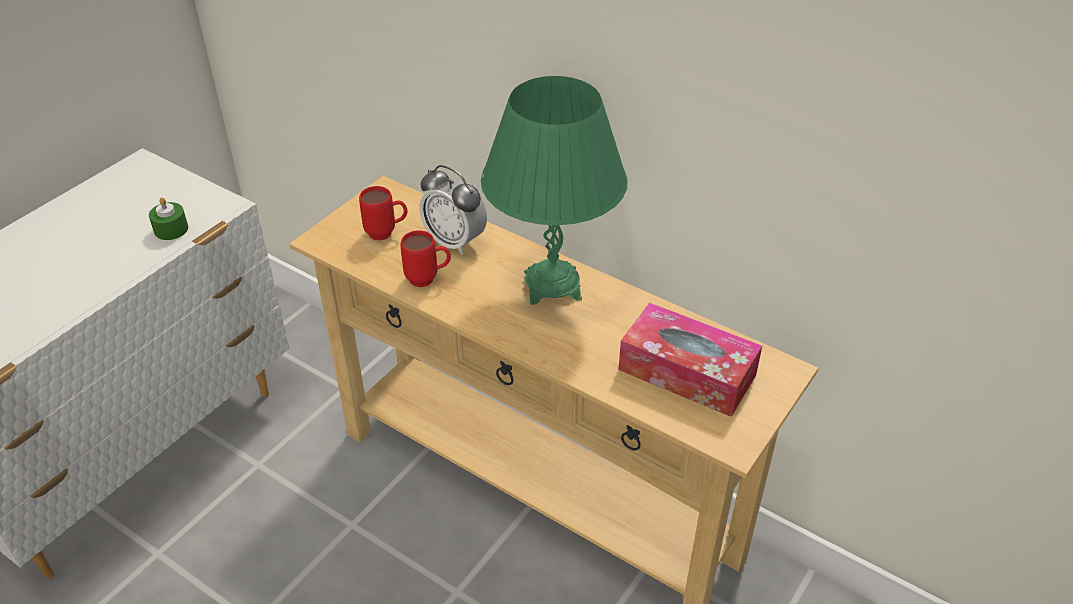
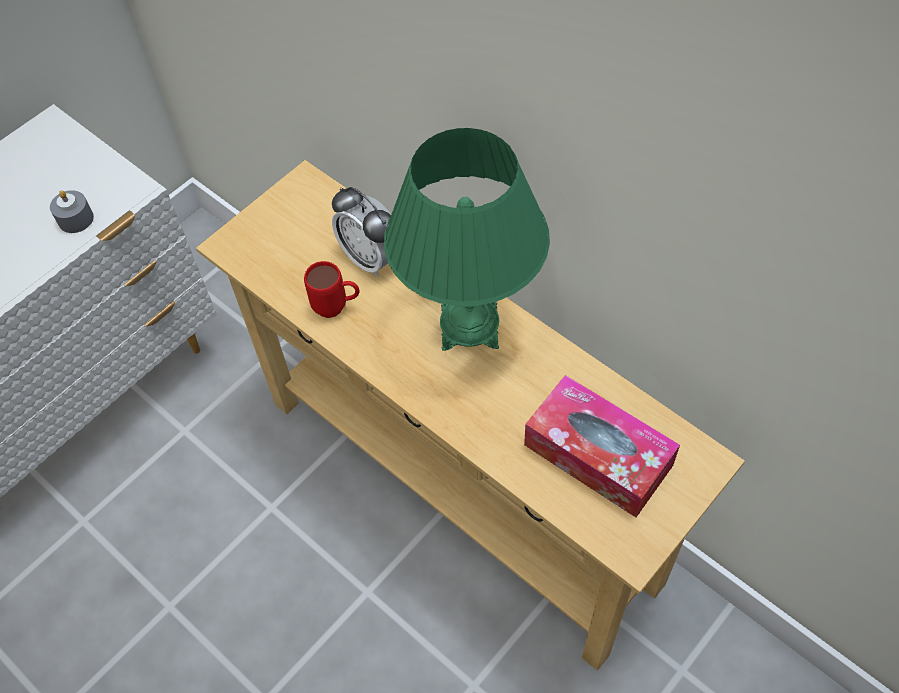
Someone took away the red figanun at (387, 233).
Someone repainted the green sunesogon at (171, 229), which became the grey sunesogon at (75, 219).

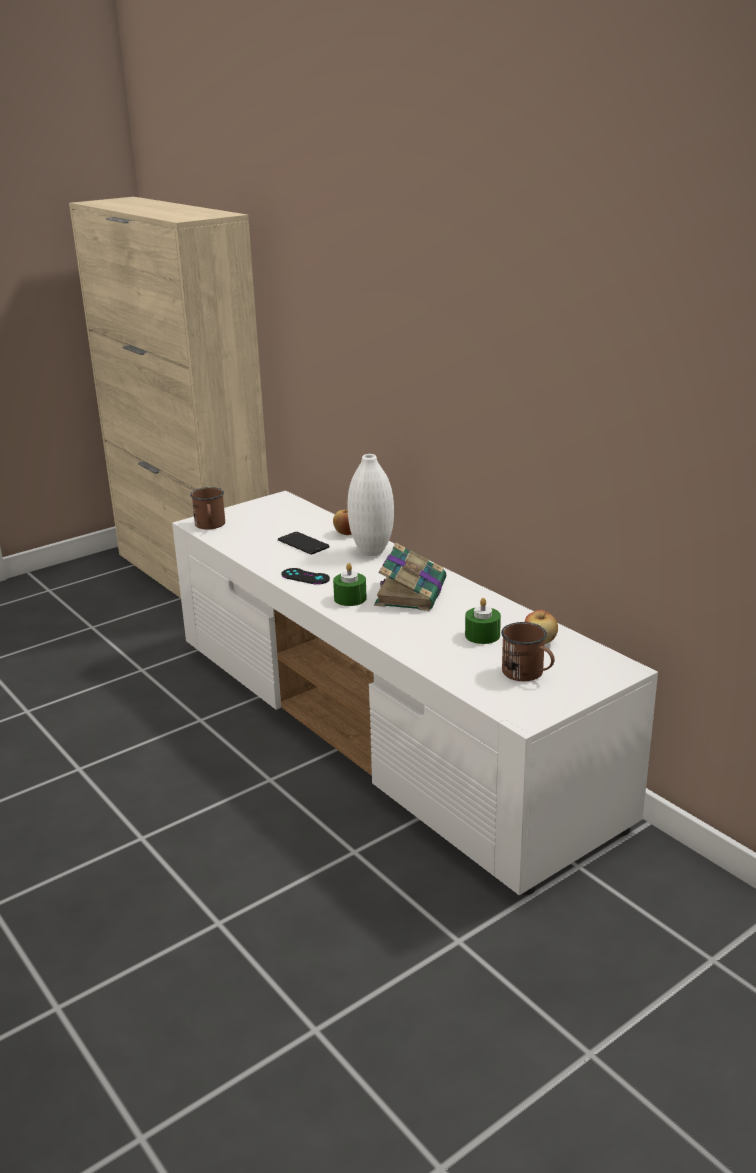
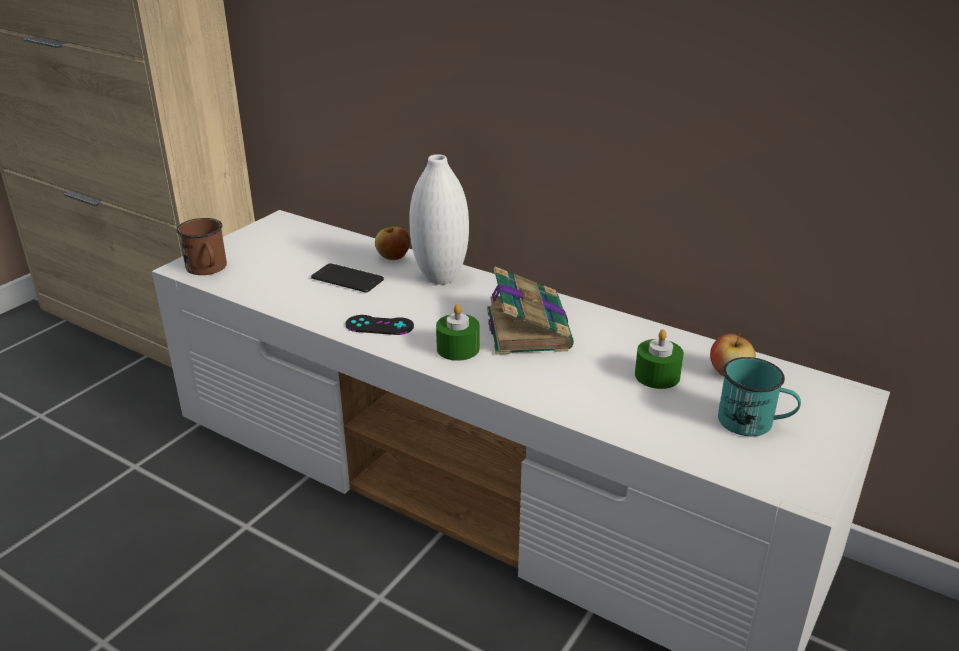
Someone repainted the brown figanun at (528, 674), which became the turquoise figanun at (754, 423).

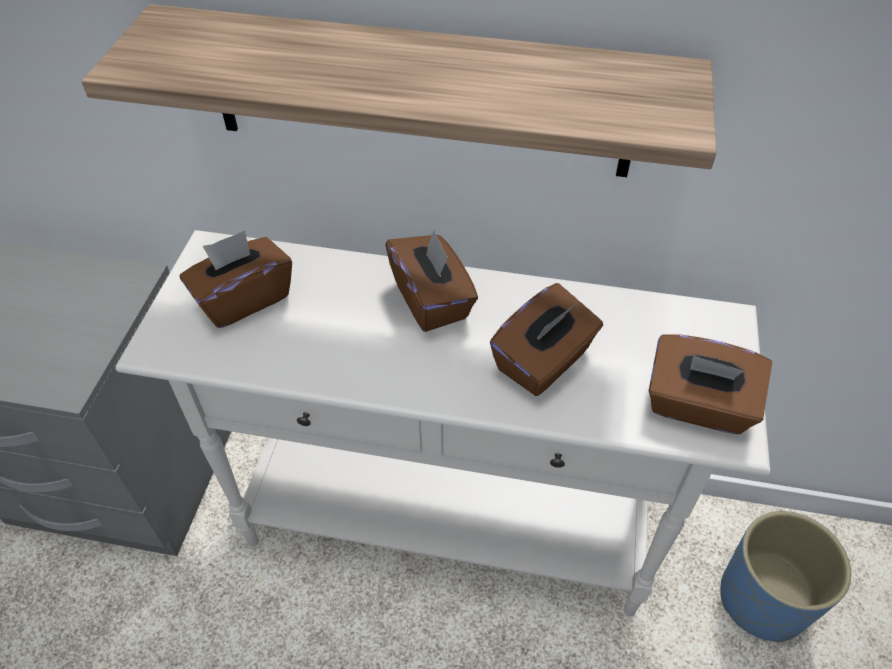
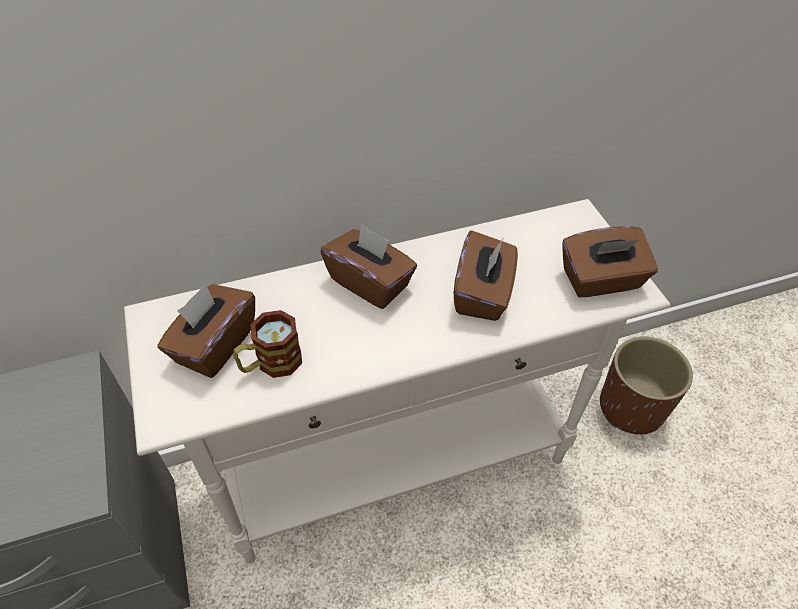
Someone took away the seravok at (419, 94).
Someone repainted the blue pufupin at (764, 599), which became the brown pufupin at (631, 407).
Someone put down the figanun at (271, 363).

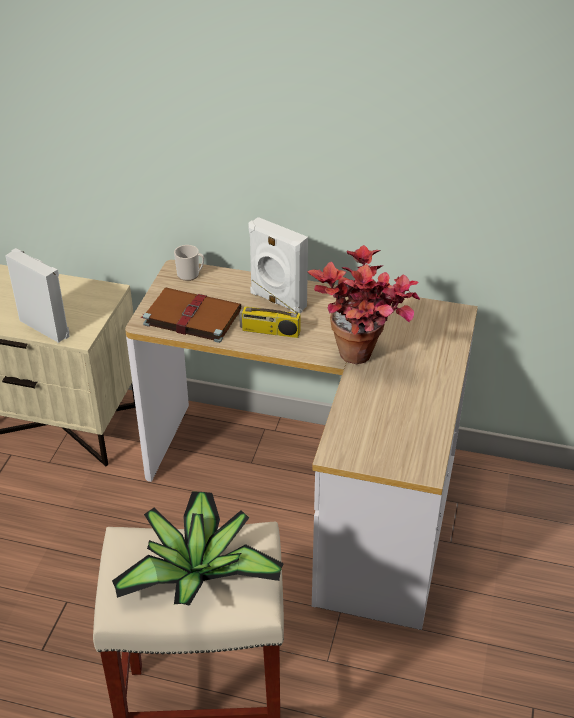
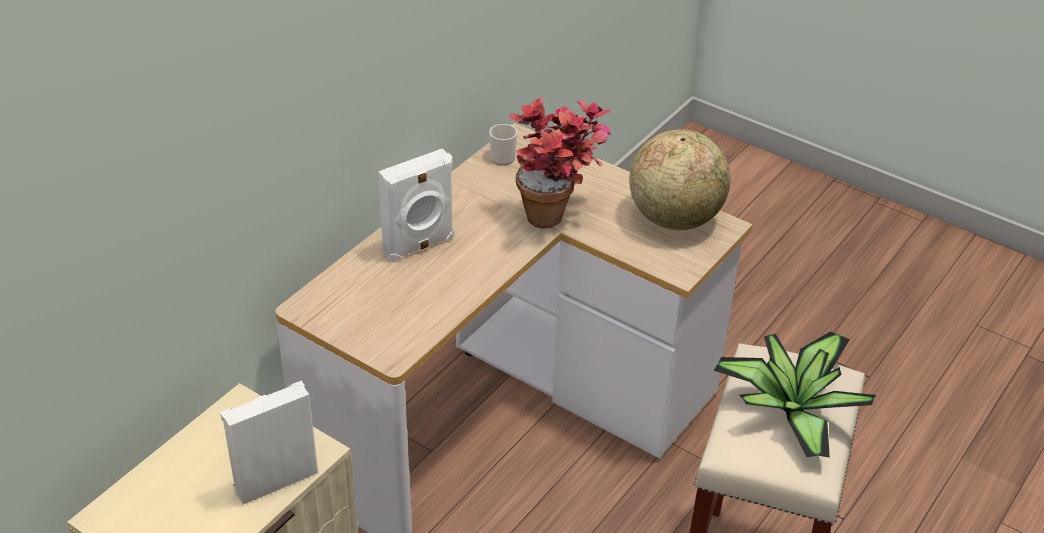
Someone carried the figanun from (190, 274) to (504, 156).
Someone took away the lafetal at (269, 331).
Someone took away the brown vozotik at (190, 317).
Someone put down the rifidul at (675, 218).

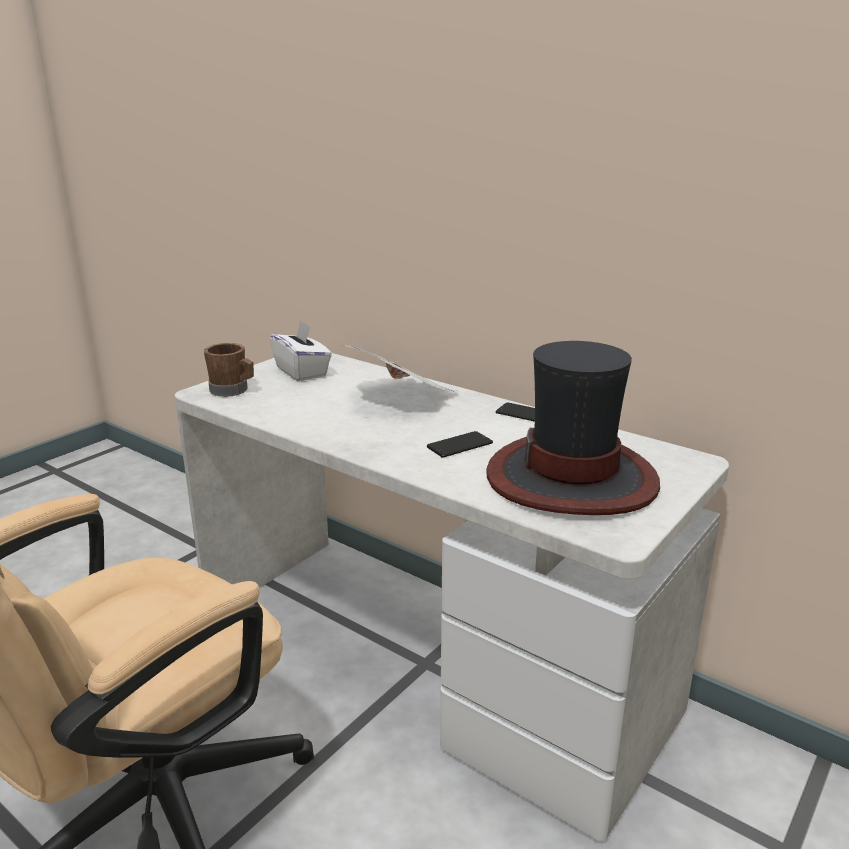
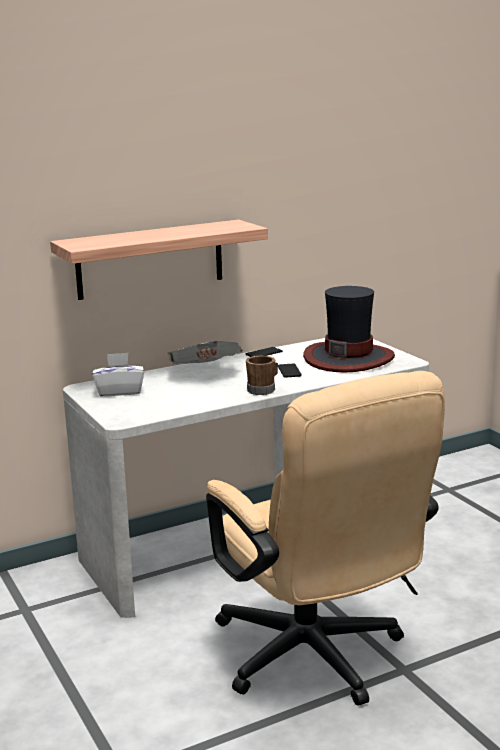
Someone carried the brown figanun from (232, 390) to (263, 389).
Someone put up the seravok at (150, 259).

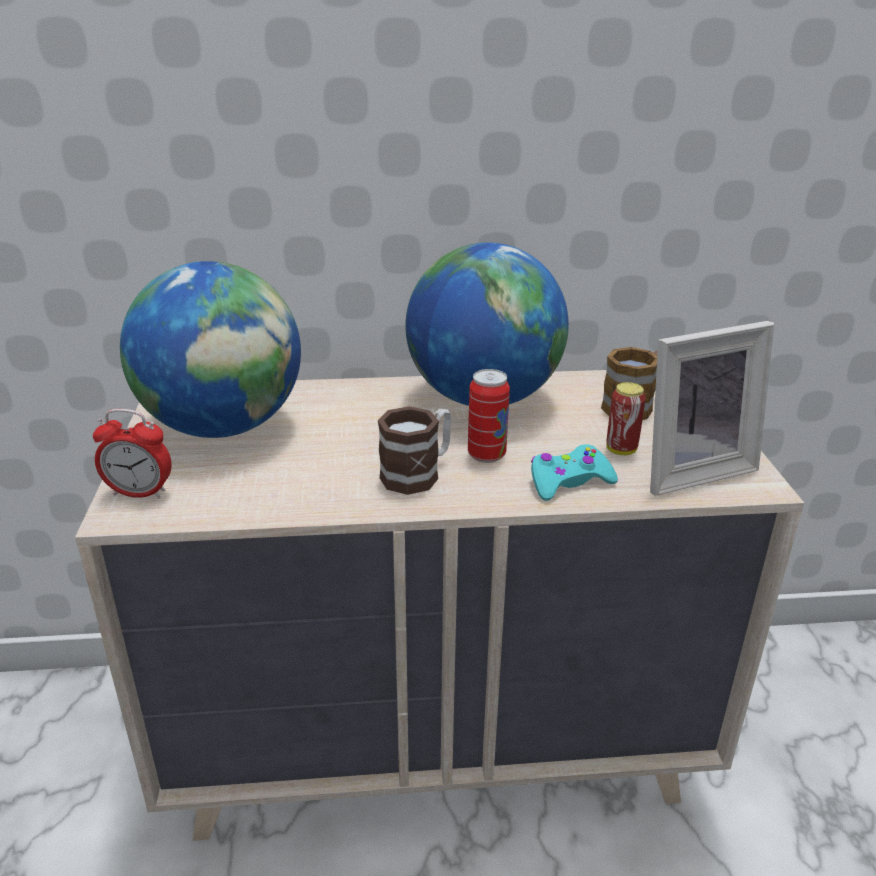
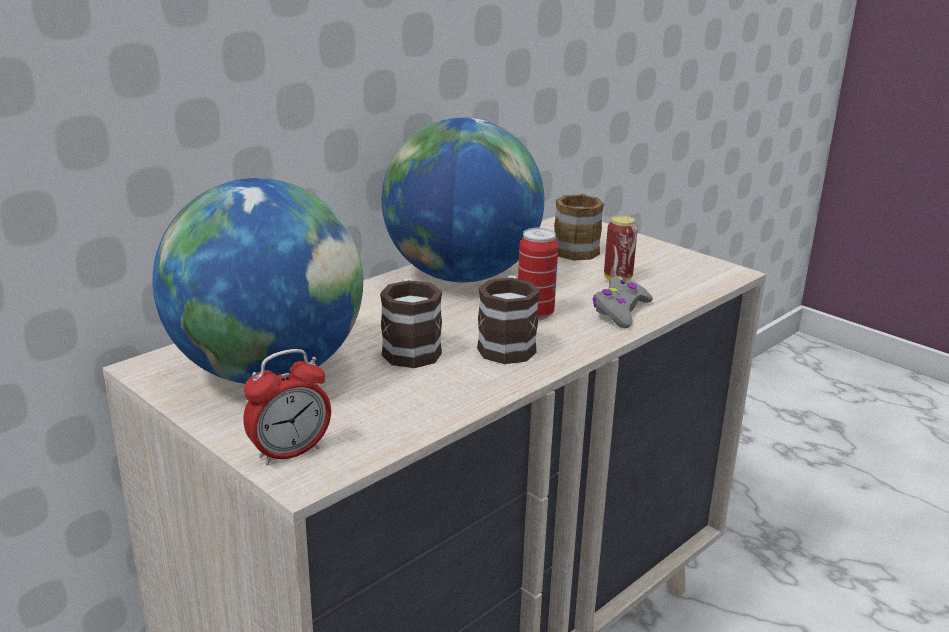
Someone took away the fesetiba at (690, 470).
Someone repainted the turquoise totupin at (569, 482), which became the grey totupin at (620, 311).
Someone put down the figanun at (410, 347).

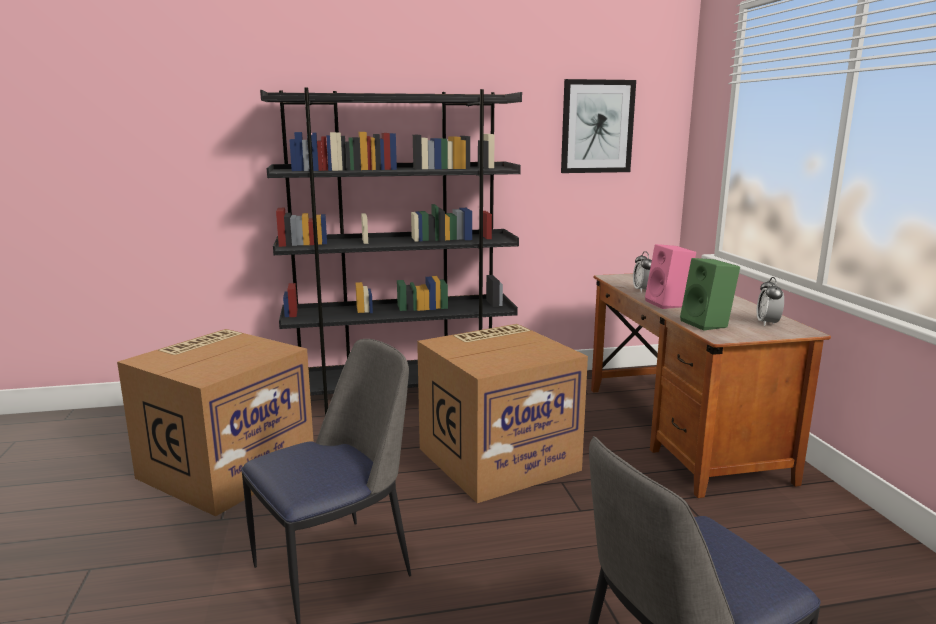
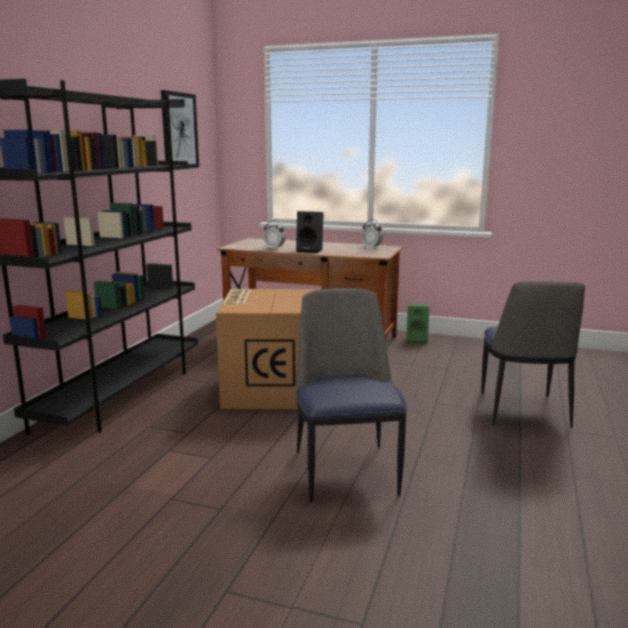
Someone repainted the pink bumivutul at (669, 304), which became the black bumivutul at (310, 250).
Someone carried the green bumivutul from (707, 324) to (417, 340).
Someone took away the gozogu at (227, 467).

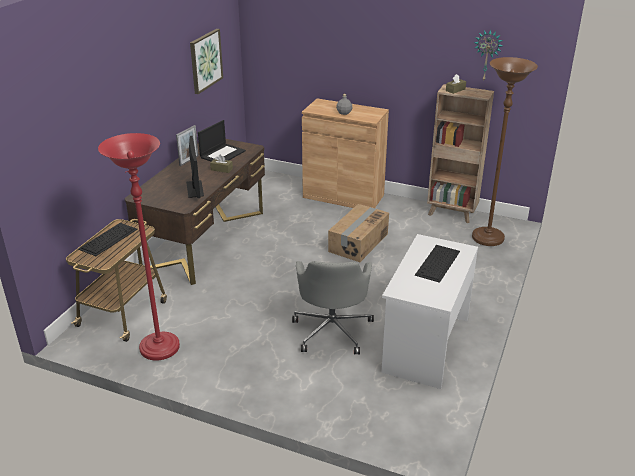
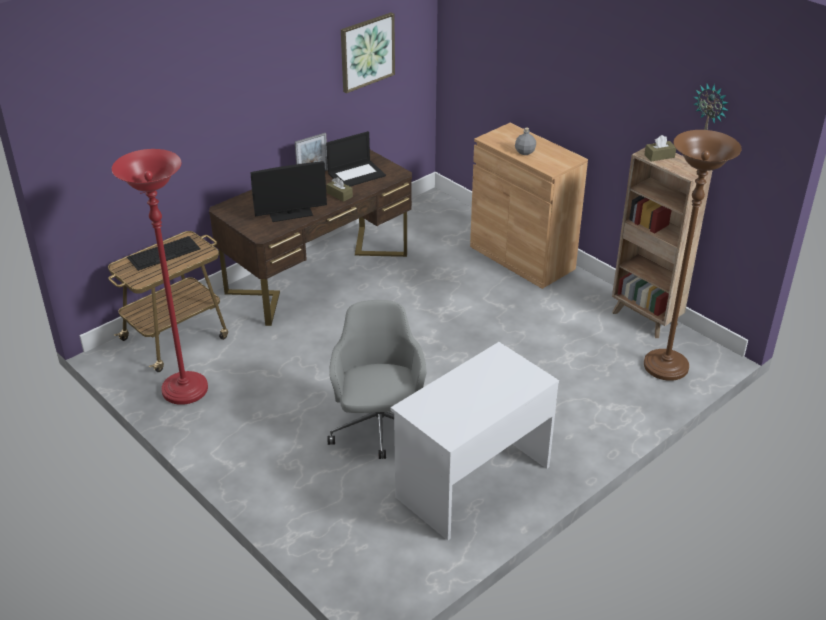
Someone rotated the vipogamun at (195, 189) by 60 degrees clockwise.
Someone took away the gozogu at (358, 242).
Someone took away the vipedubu at (438, 263).
Someone rotated the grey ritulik at (332, 330) by 150 degrees clockwise.

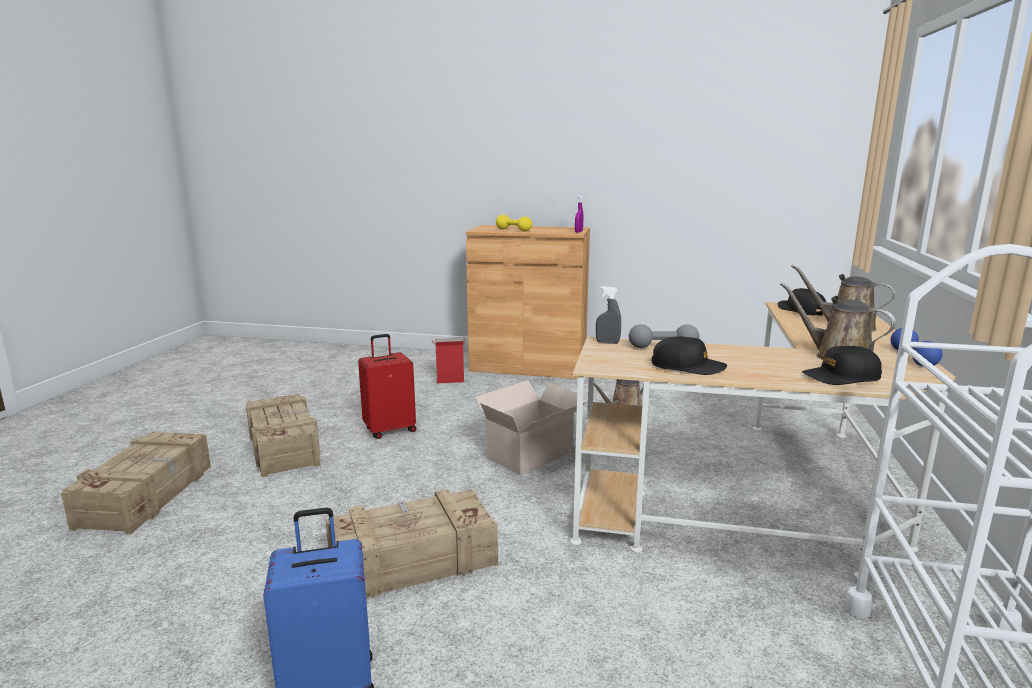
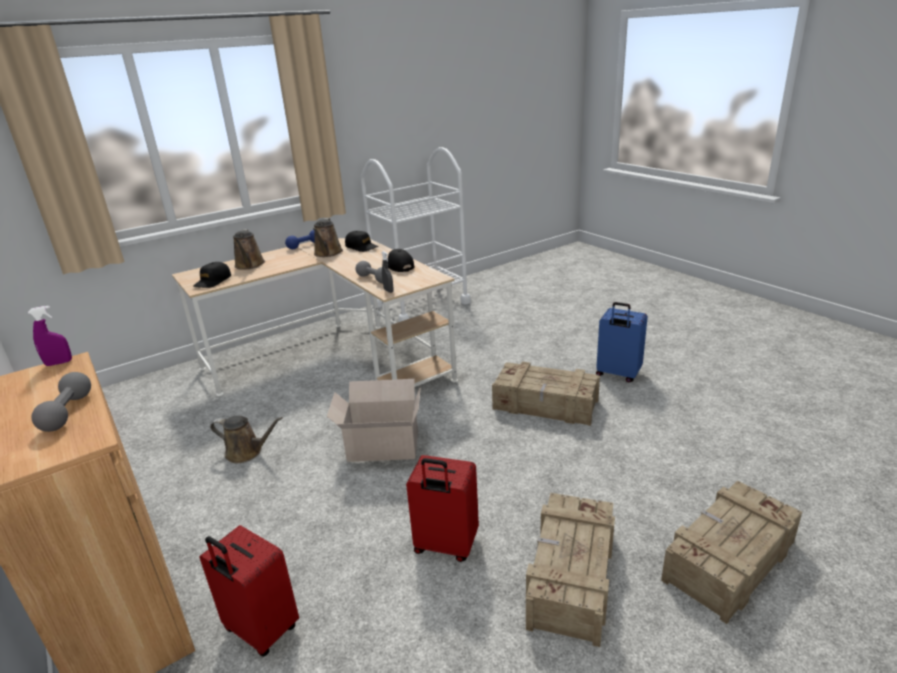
Someone repainted the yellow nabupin at (513, 230), which became the grey nabupin at (67, 412).
Someone swapped the gozogu at (449, 381) for the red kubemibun at (260, 630).

